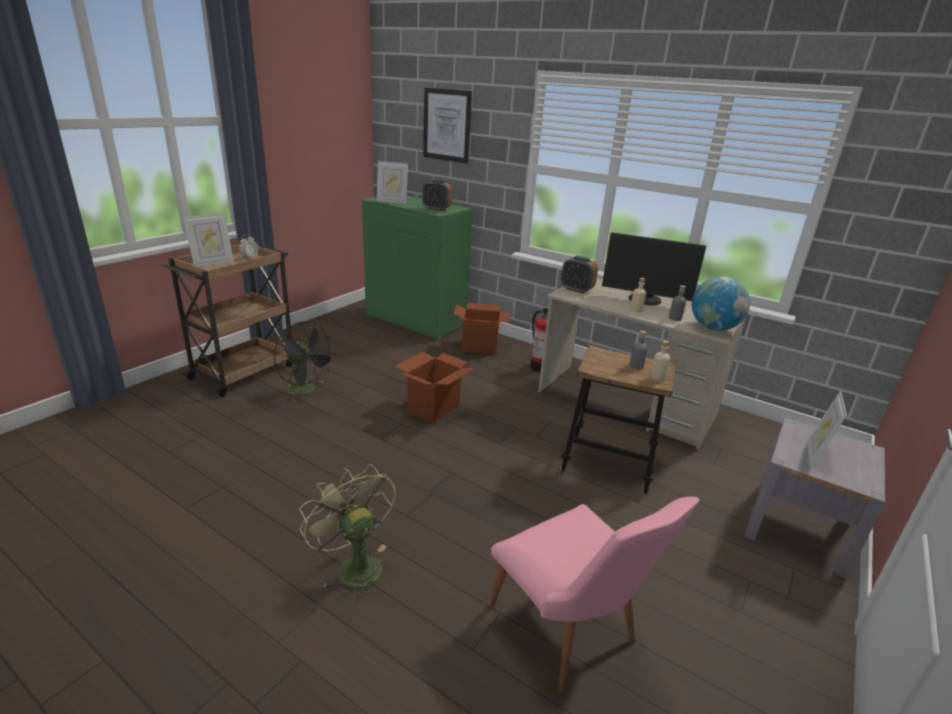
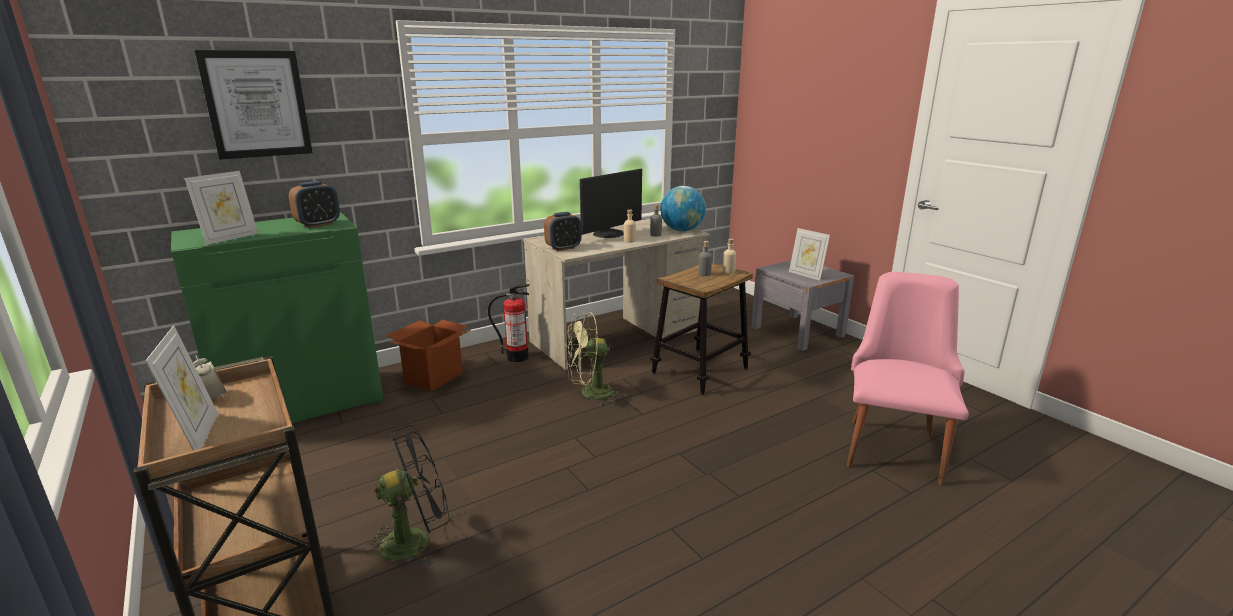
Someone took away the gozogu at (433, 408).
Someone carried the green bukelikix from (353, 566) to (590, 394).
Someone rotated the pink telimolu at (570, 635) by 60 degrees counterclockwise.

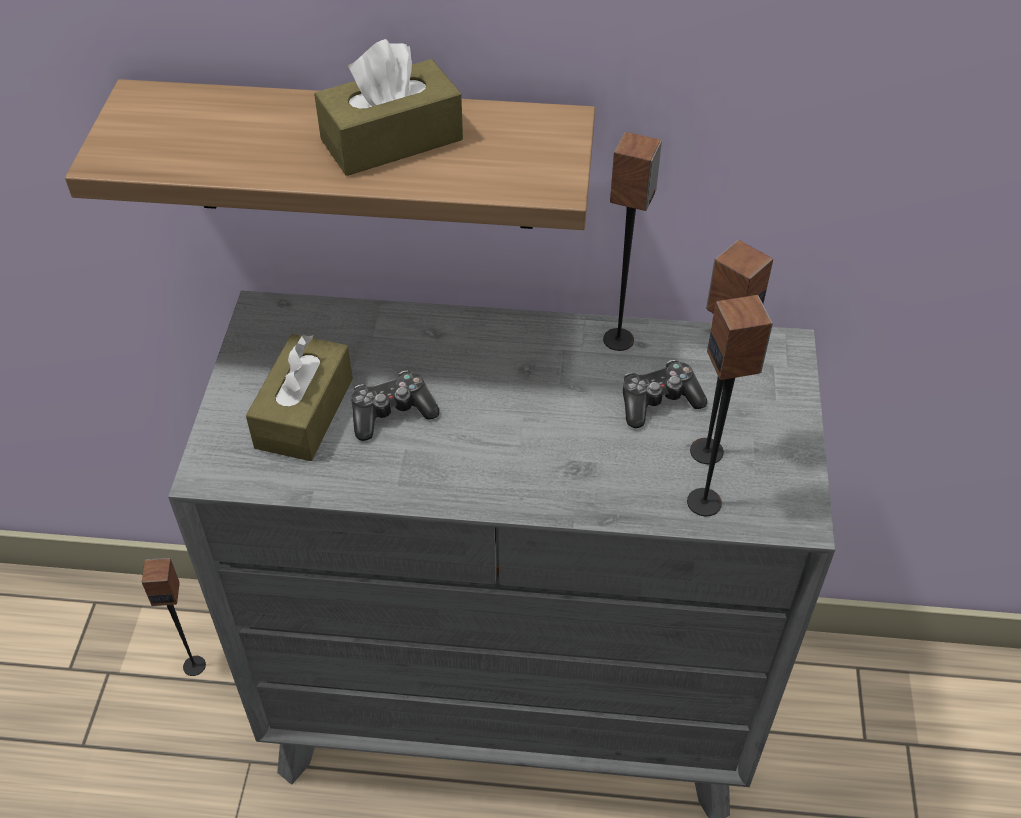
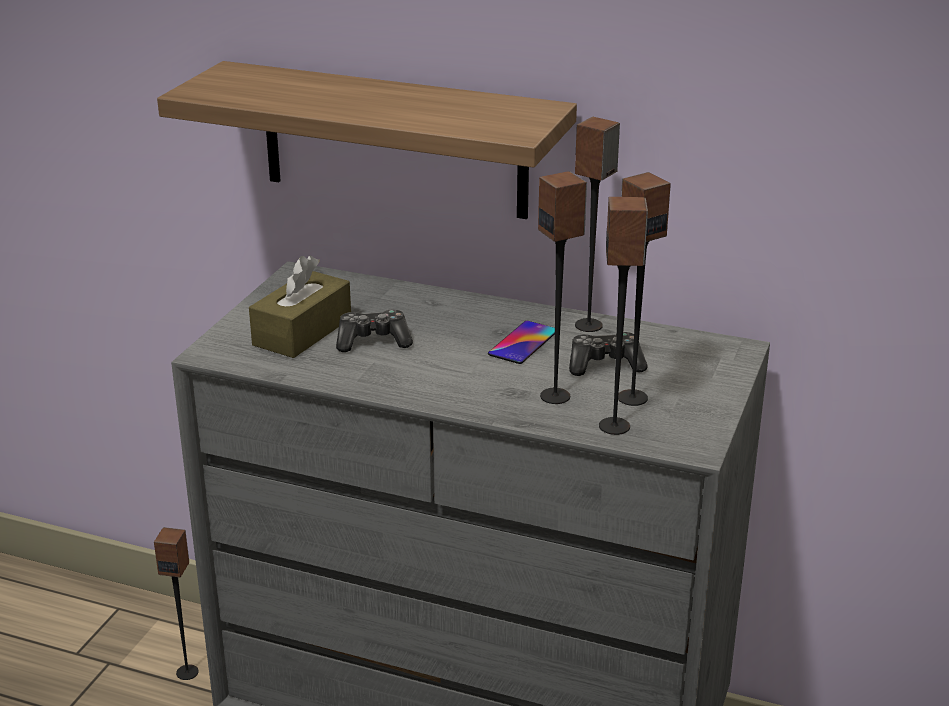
Someone took away the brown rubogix at (392, 140).
Someone put down the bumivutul at (555, 396).
Someone put down the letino at (523, 343).

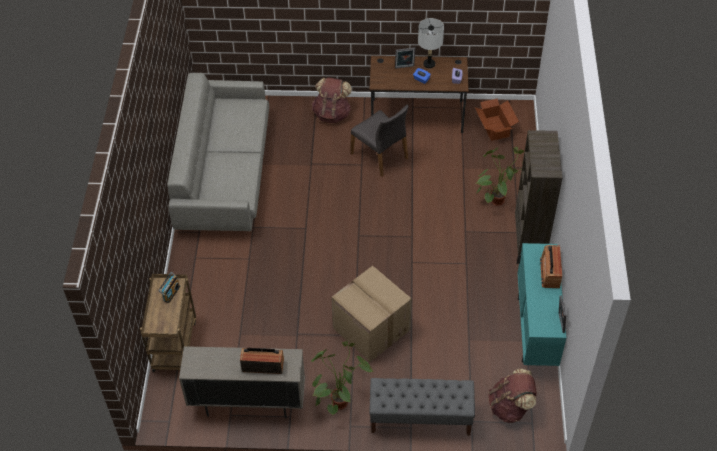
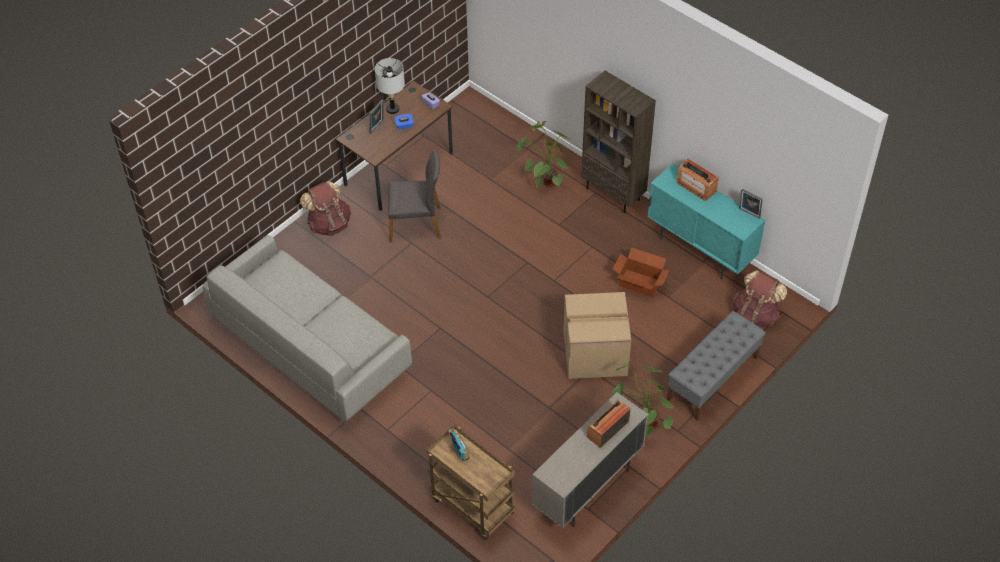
Someone carried the gozogu from (495, 127) to (639, 282).

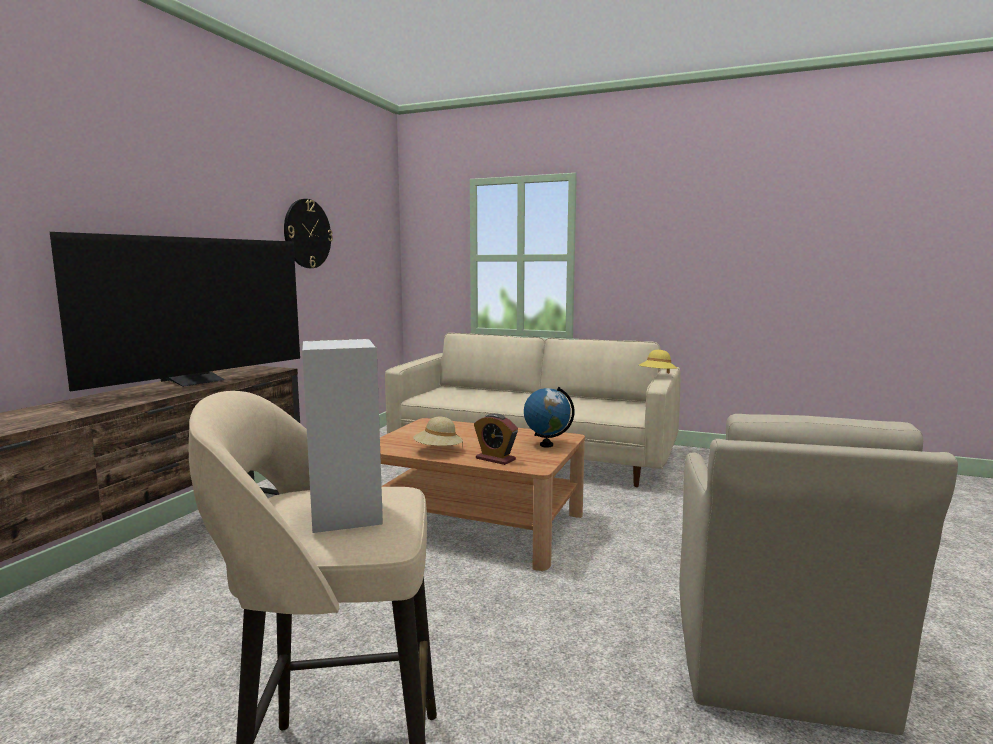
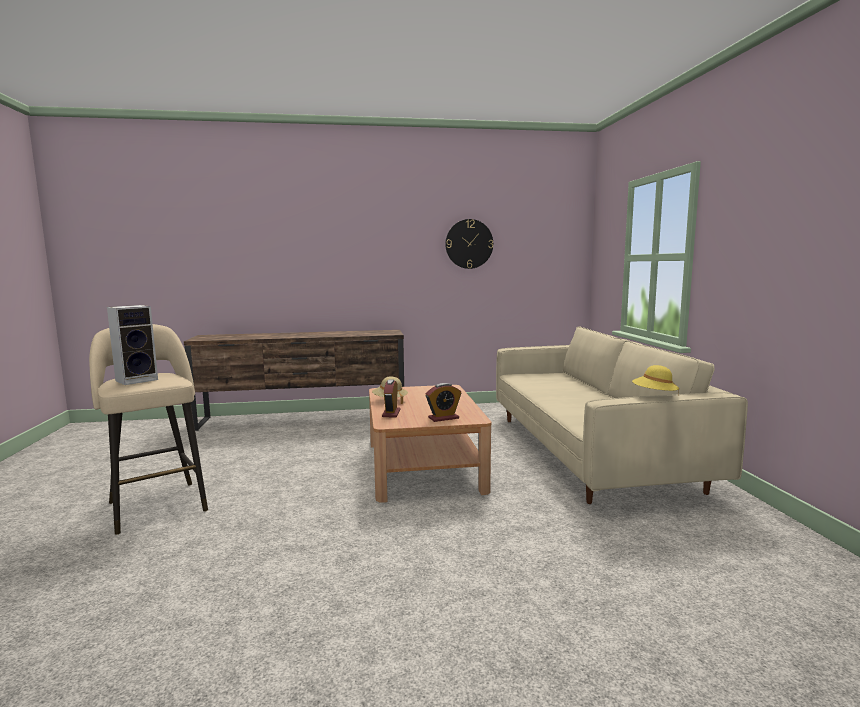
Someone took away the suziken at (197, 381).
Someone swapped the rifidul at (546, 445) for the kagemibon at (443, 418).
Someone took away the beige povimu at (774, 665).

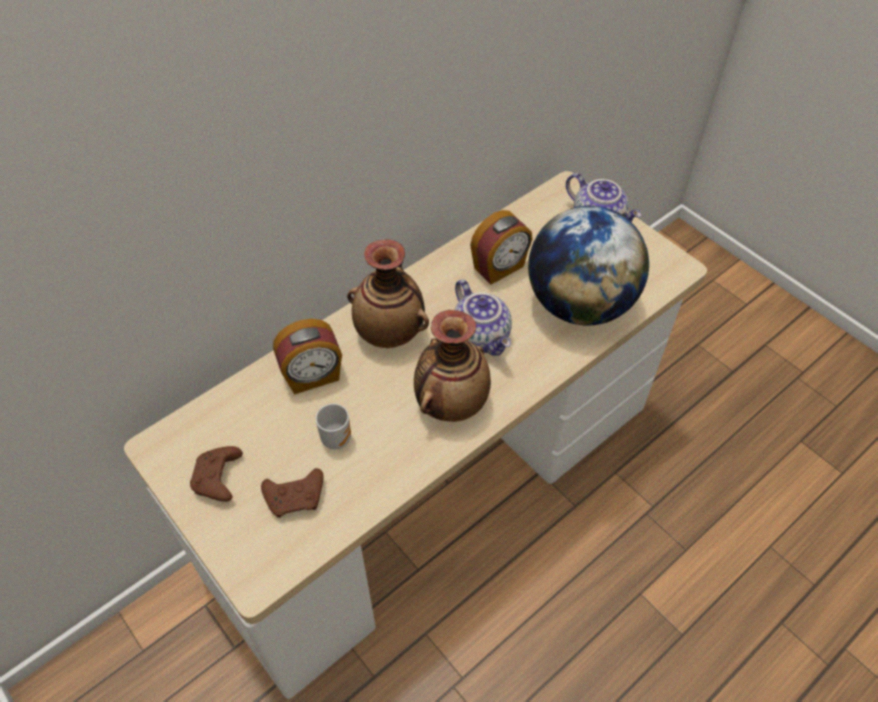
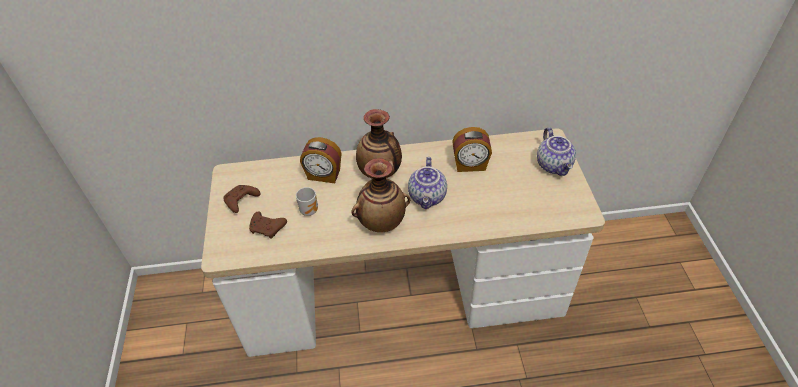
Someone took away the rifidul at (579, 304).

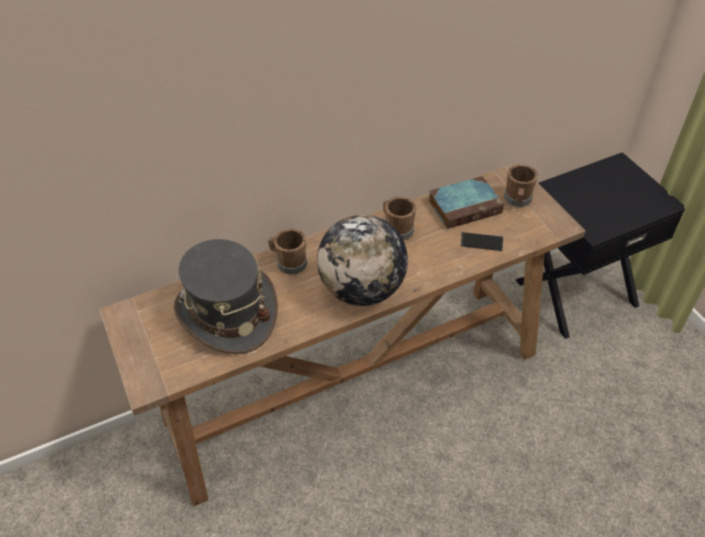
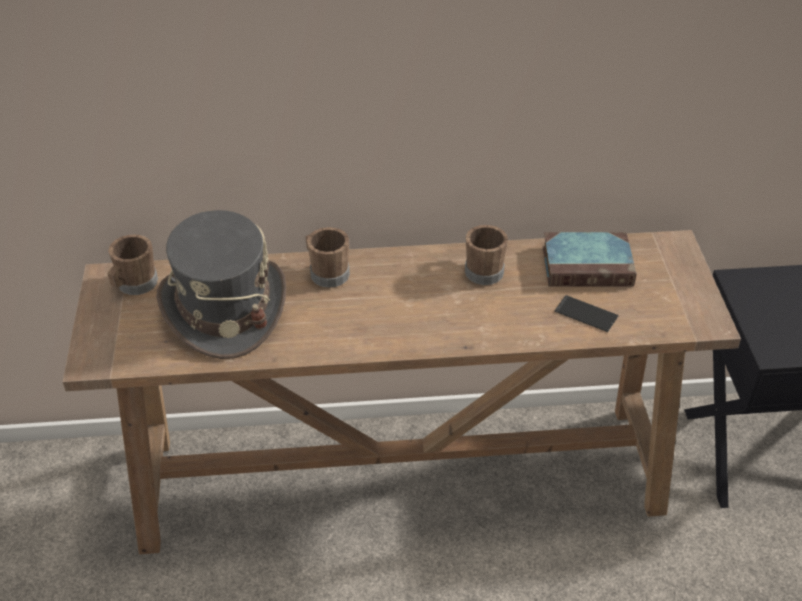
Someone carried the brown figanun from (517, 200) to (134, 285).
Someone took away the rifidul at (362, 289).

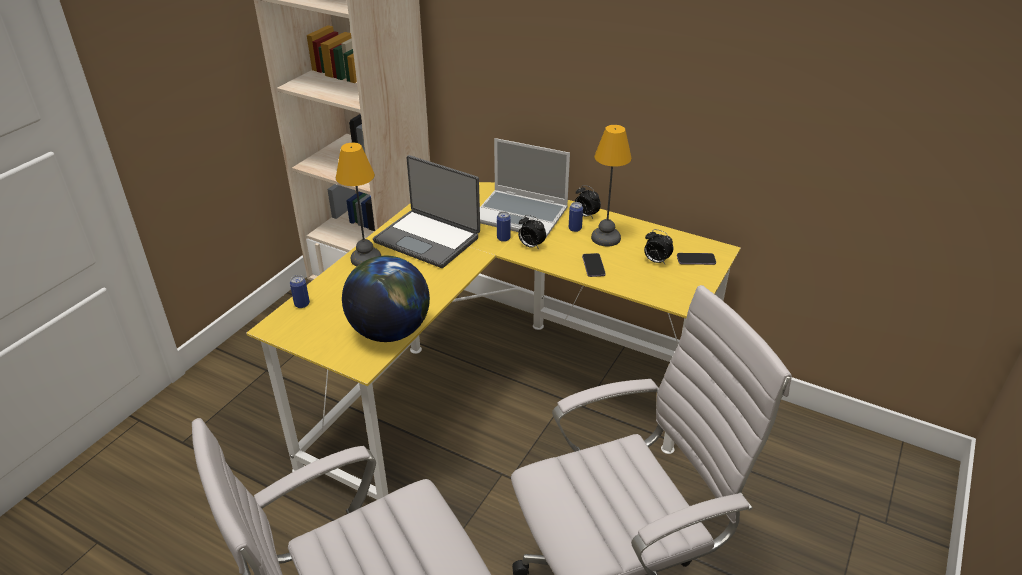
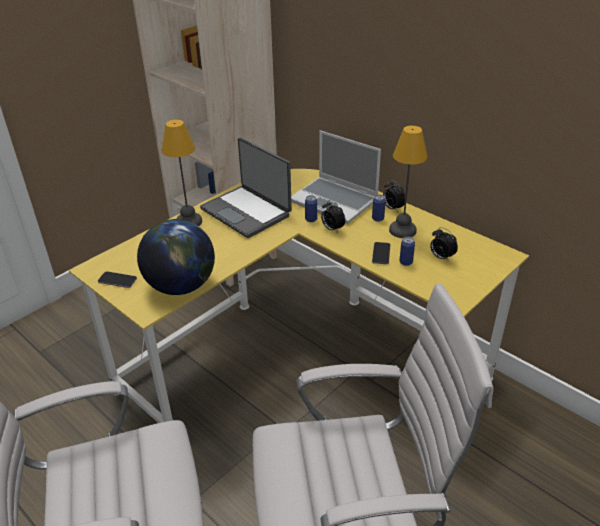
Someone carried the letino from (696, 260) to (117, 280).
Someone carried the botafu from (302, 304) to (406, 262).

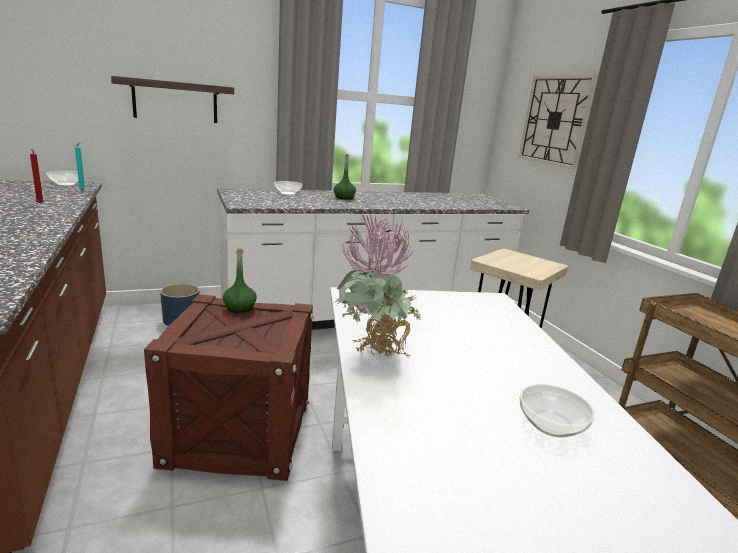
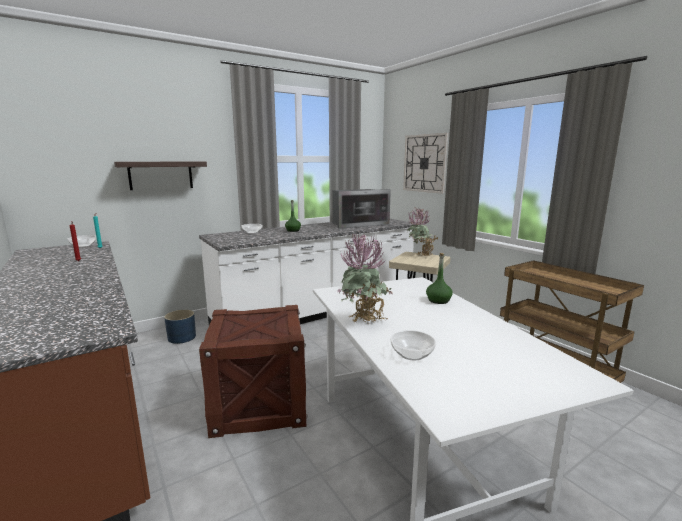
Someone carried the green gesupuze from (240, 308) to (438, 300).
Someone carried the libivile from (550, 425) to (411, 354).
Someone put down the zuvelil at (358, 224).
Someone put down the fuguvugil at (420, 256).

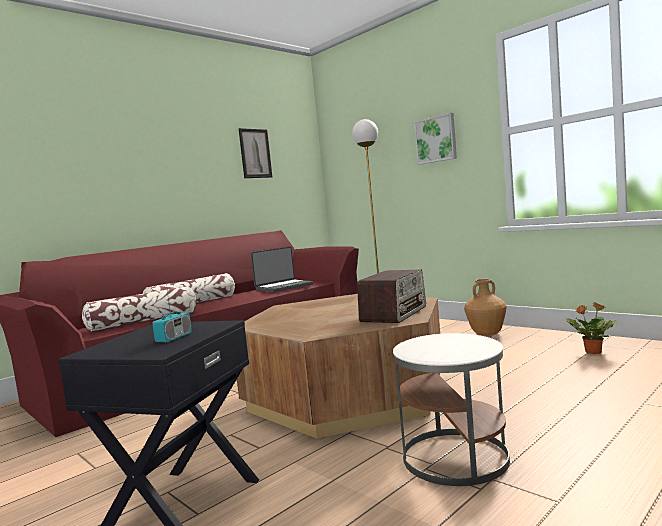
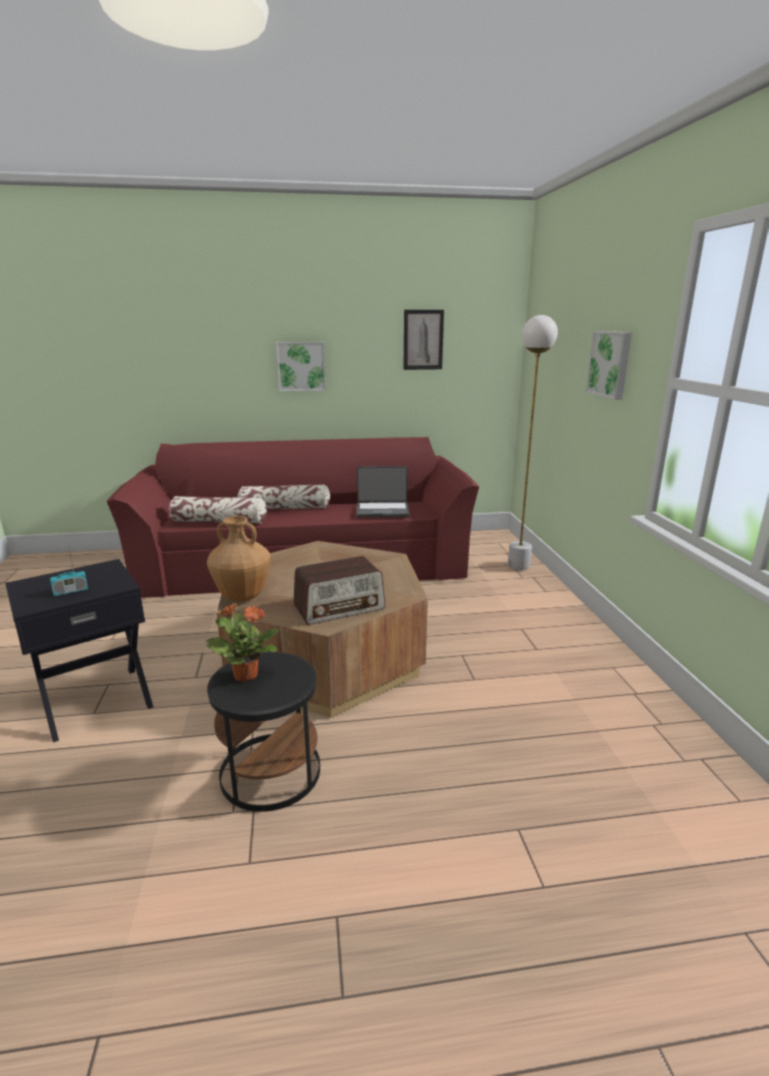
Someone carried the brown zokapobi from (487, 334) to (243, 597).
Someone carried the fuguvugil from (592, 352) to (245, 675).
Someone repainted the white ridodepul at (454, 458), which became the black ridodepul at (270, 772).
Someone put up the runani at (301, 366).

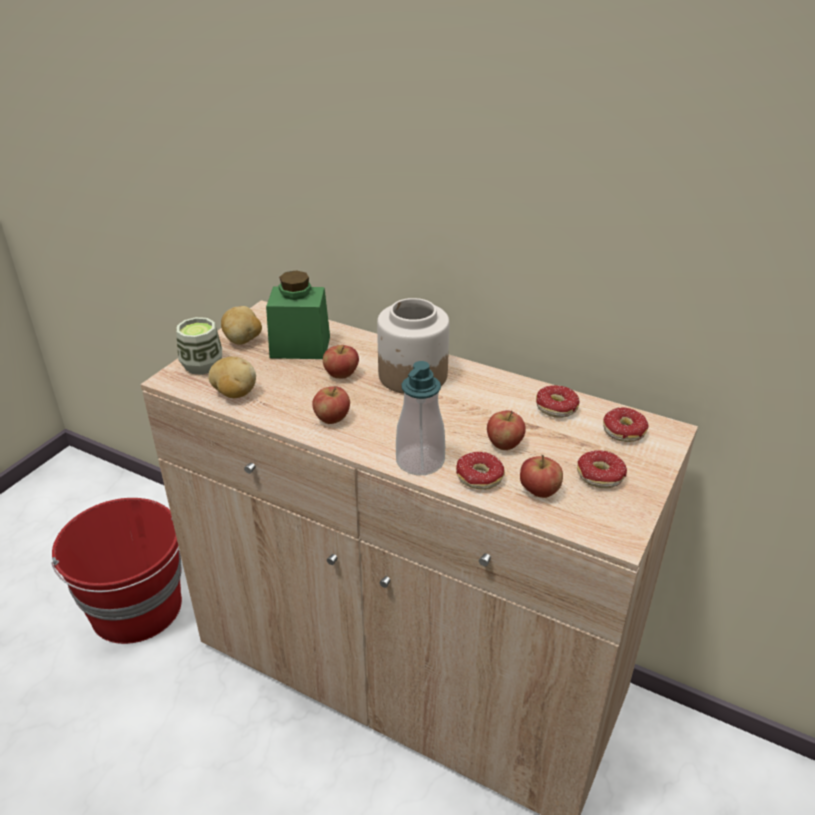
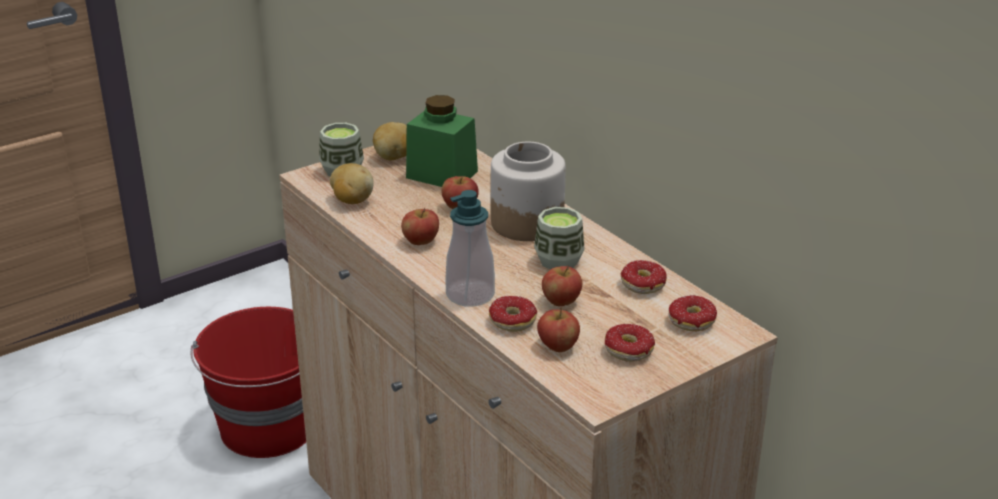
Someone put down the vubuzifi at (558, 261).

